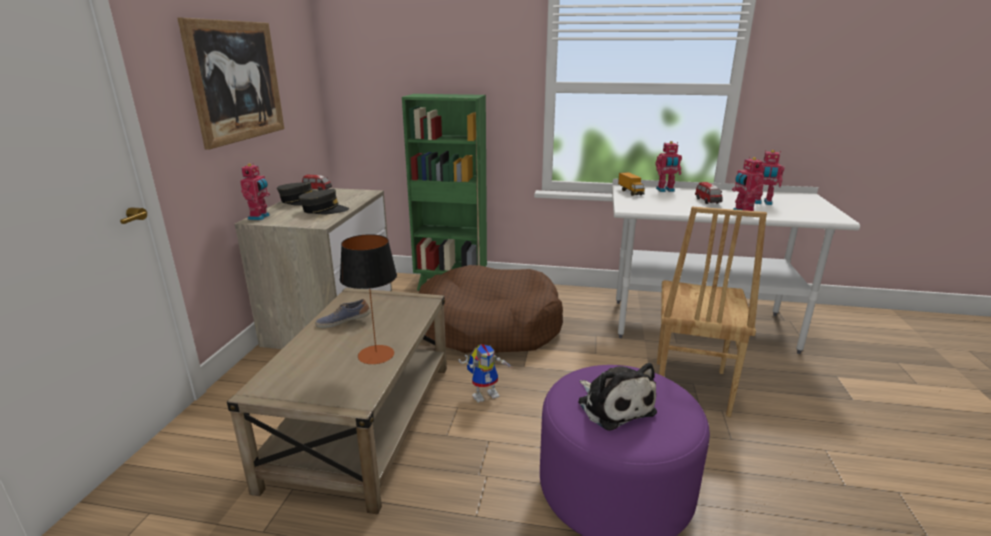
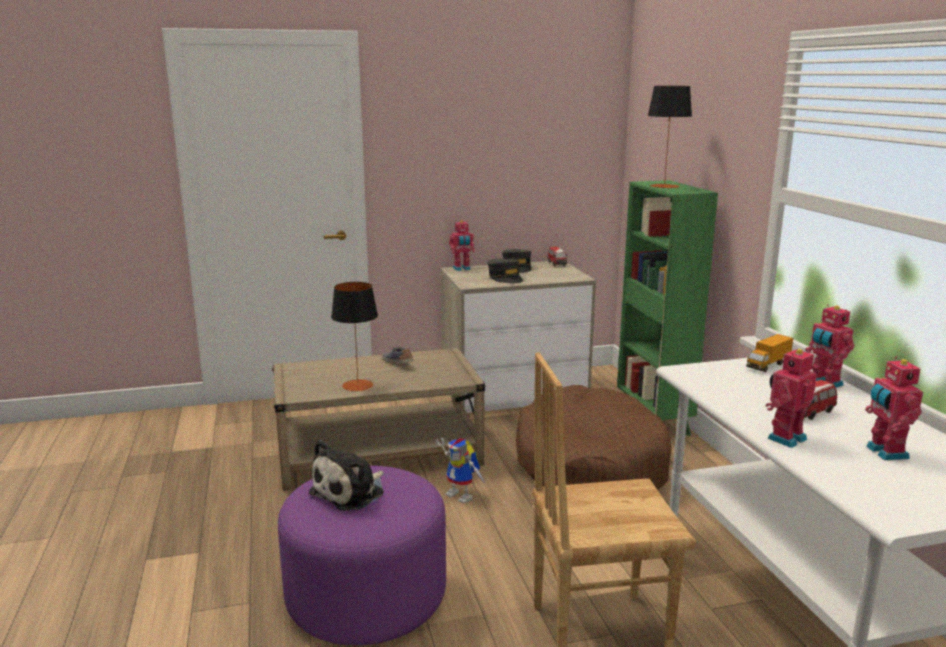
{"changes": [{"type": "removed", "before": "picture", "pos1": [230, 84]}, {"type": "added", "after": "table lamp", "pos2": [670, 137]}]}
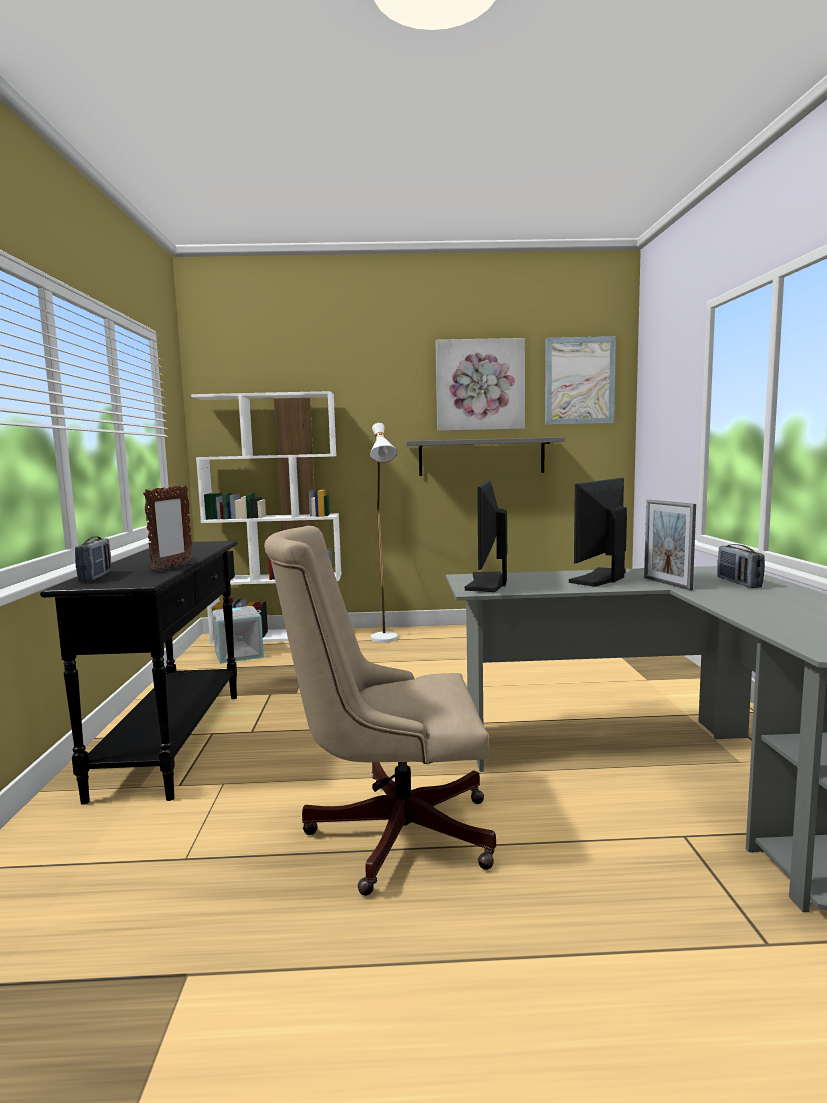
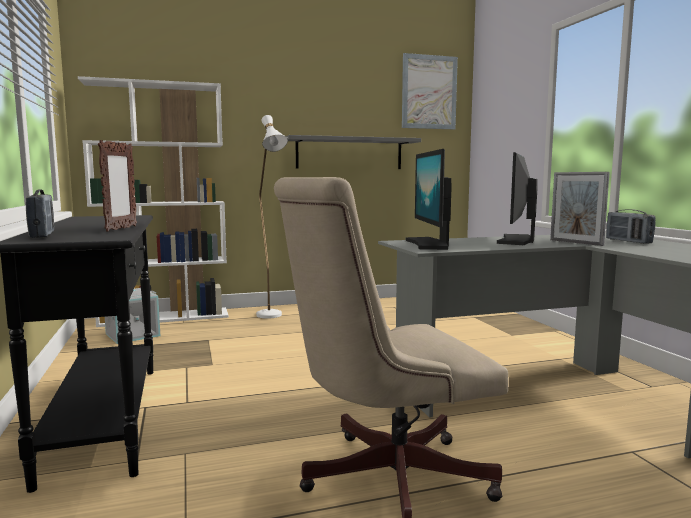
{"changes": [{"type": "removed", "before": "picture", "pos1": [480, 384]}]}
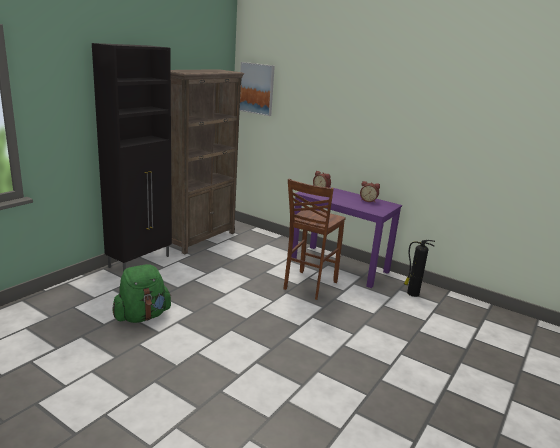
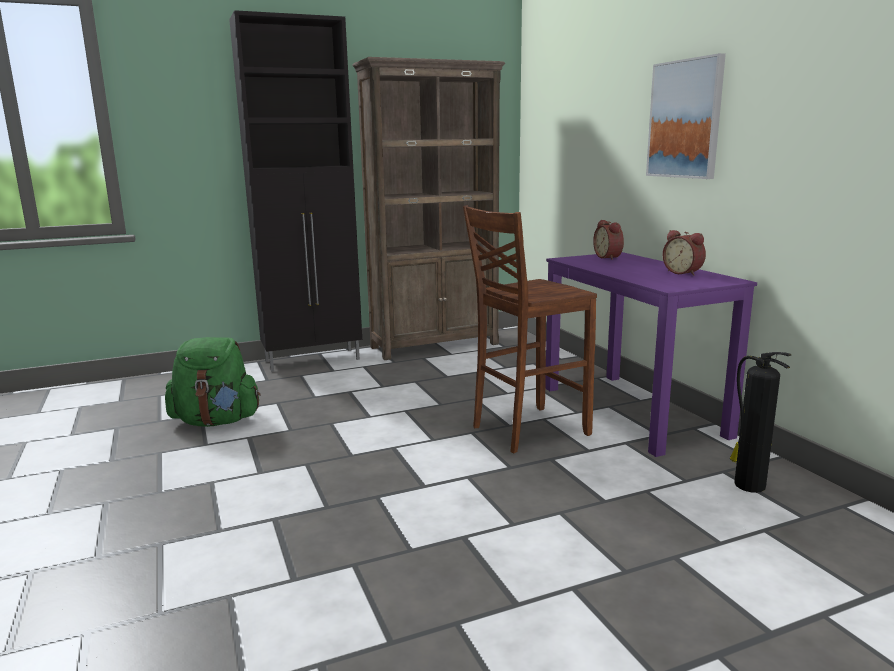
{"changes": [{"type": "moved", "before": "picture", "pos1": [257, 89], "pos2": [686, 116]}]}
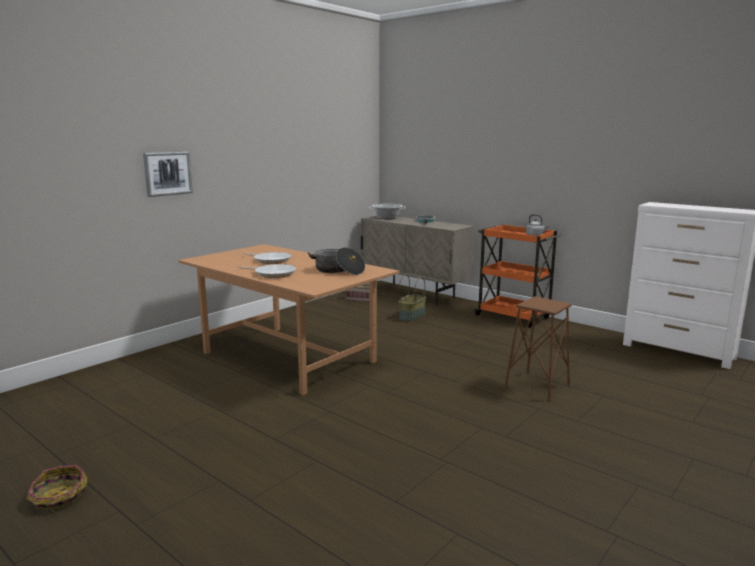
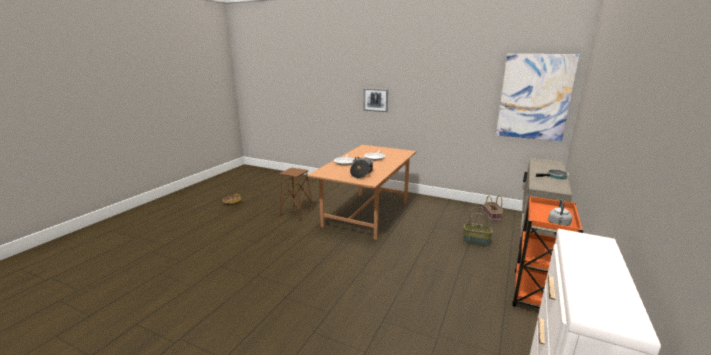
{"changes": [{"type": "removed", "before": "cooking pot", "pos1": [387, 211]}, {"type": "moved", "before": "brown stool", "pos1": [538, 348], "pos2": [296, 193]}, {"type": "added", "after": "picture", "pos2": [538, 97]}]}
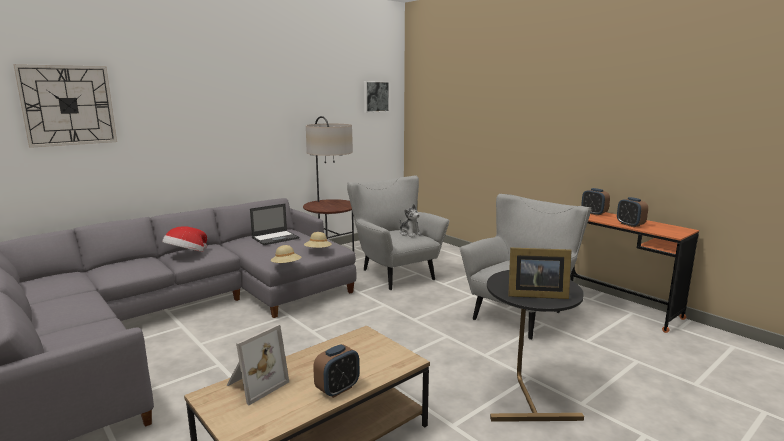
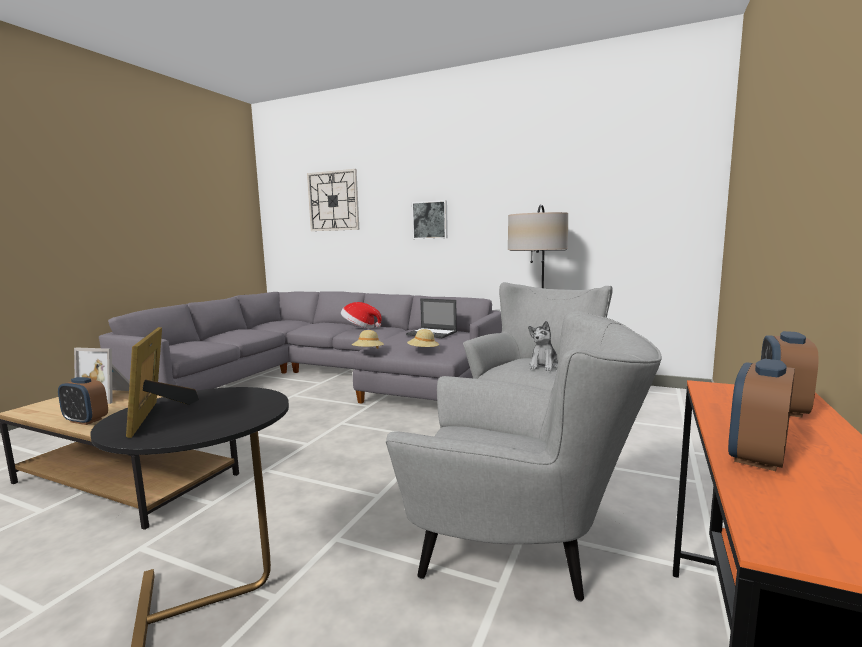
{"changes": [{"type": "moved", "before": "picture", "pos1": [377, 97], "pos2": [430, 219]}]}
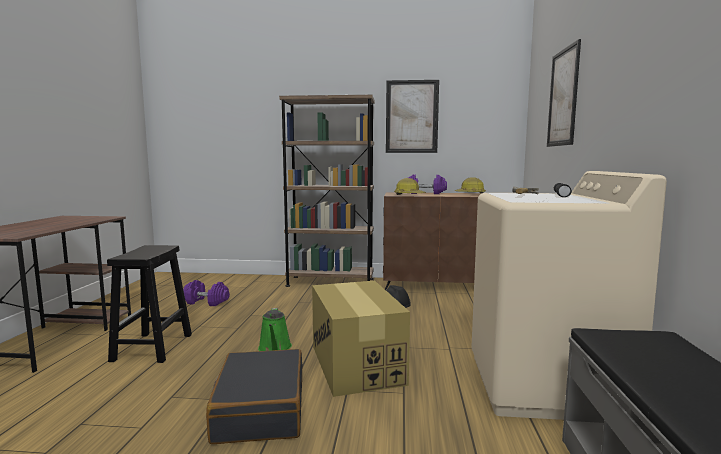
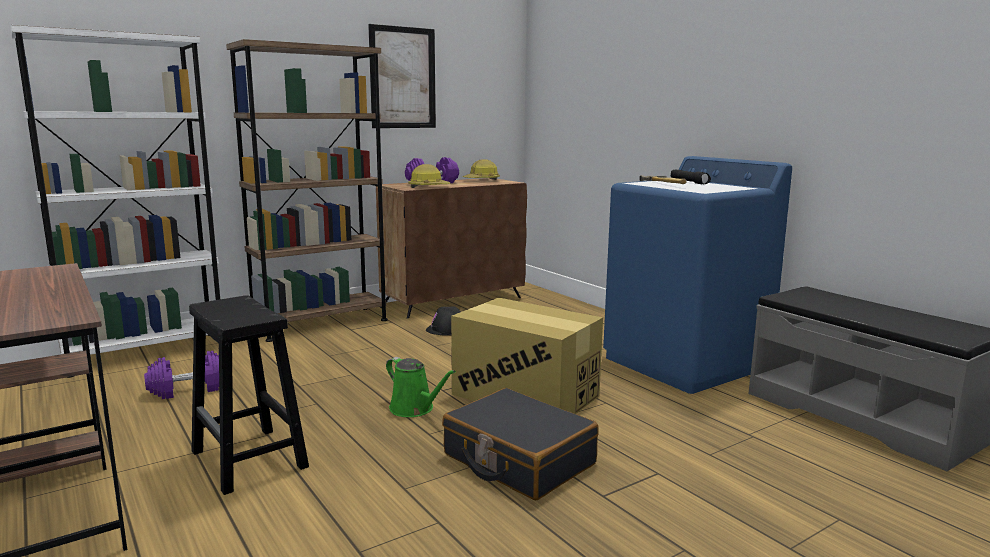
{"changes": [{"type": "recoloured", "before": "beige washing machine", "after": "blue washing machine", "pos1": [569, 295], "pos2": [697, 275]}, {"type": "removed", "before": "picture", "pos1": [564, 93]}, {"type": "added", "after": "white bookcase", "pos2": [115, 201]}]}
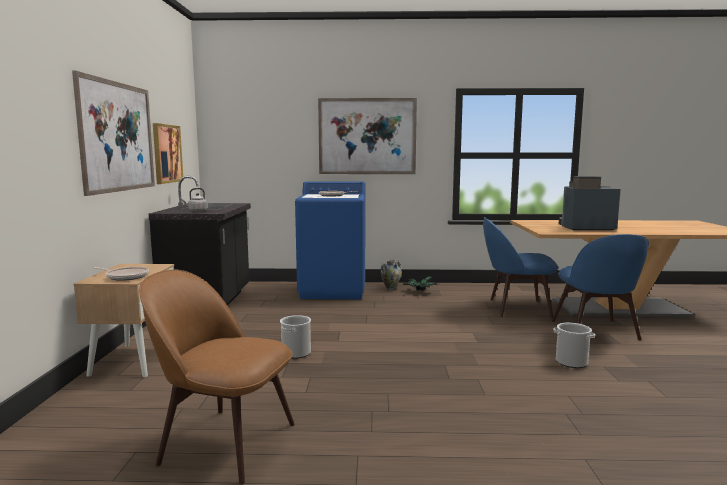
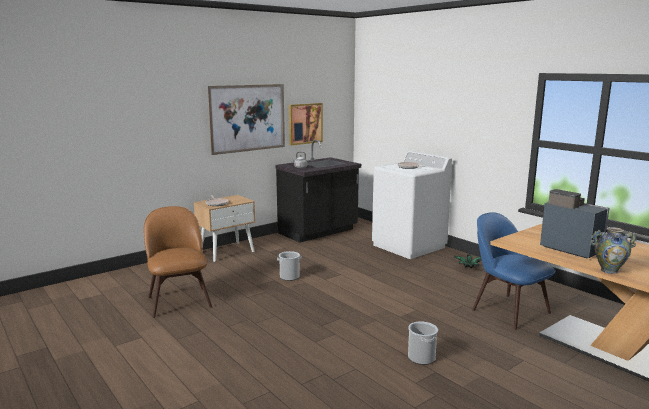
{"changes": [{"type": "recoloured", "before": "blue washing machine", "after": "white washing machine", "pos1": [330, 240], "pos2": [412, 205]}, {"type": "removed", "before": "picture", "pos1": [367, 136]}, {"type": "moved", "before": "vase", "pos1": [391, 275], "pos2": [614, 250]}, {"type": "removed", "before": "blue chair", "pos1": [600, 287]}]}
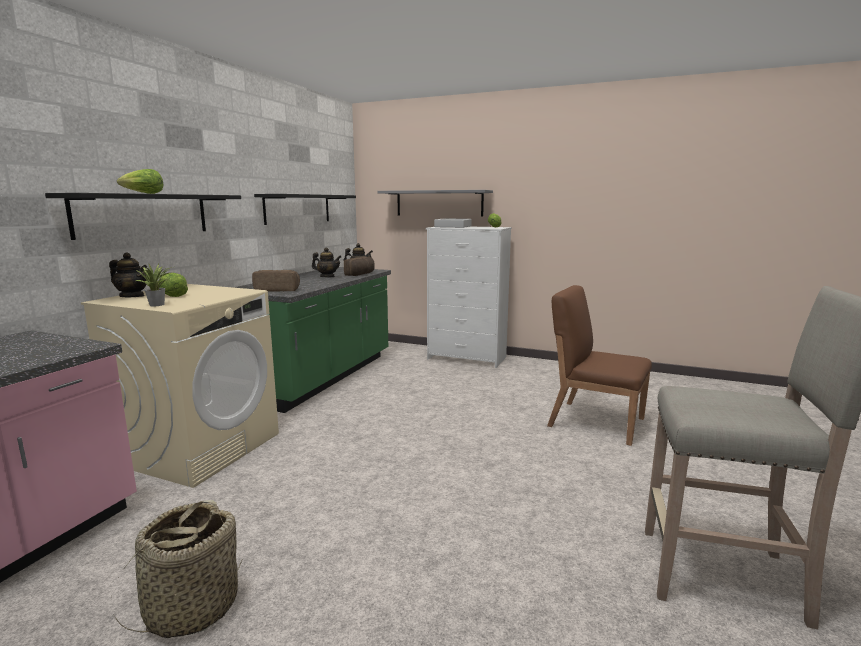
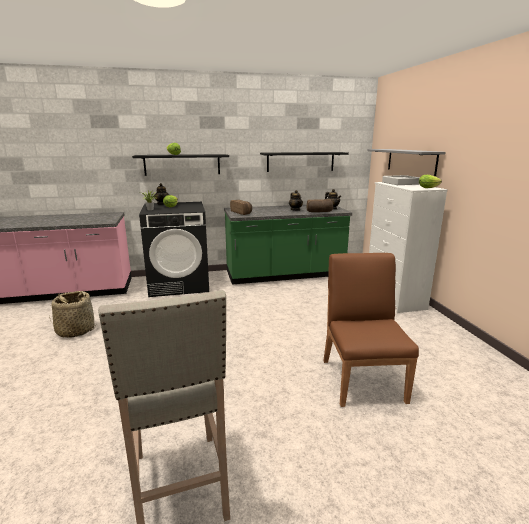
{"changes": [{"type": "recoloured", "before": "beige washing machine", "after": "black washing machine", "pos1": [180, 386], "pos2": [174, 249]}]}
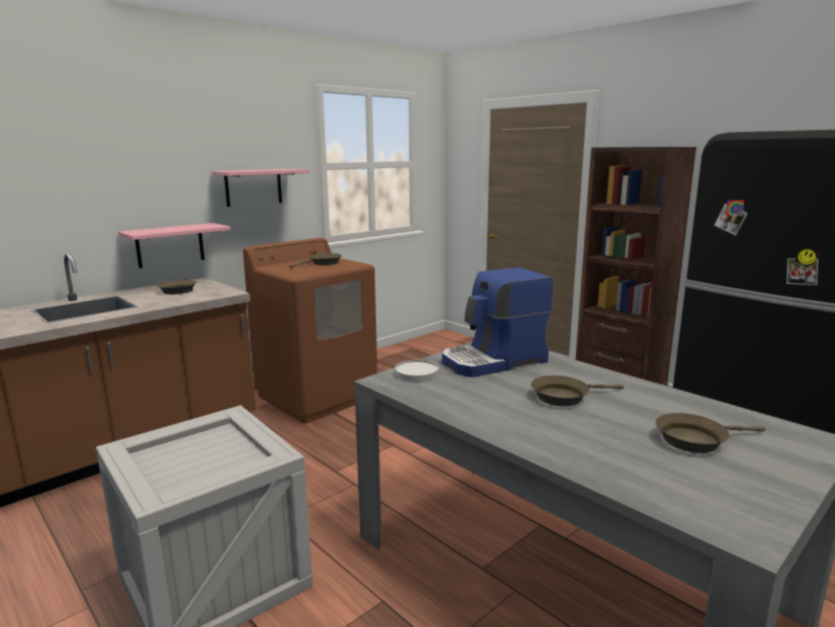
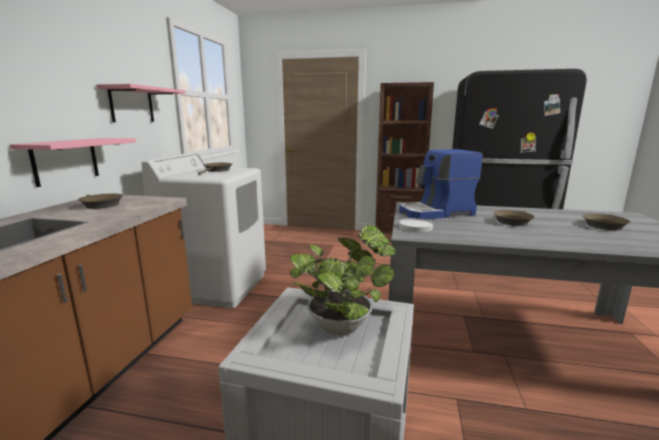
{"changes": [{"type": "recoloured", "before": "brown washing machine", "after": "white washing machine", "pos1": [310, 331], "pos2": [203, 230]}, {"type": "turned", "before": "coffee machine", "pos1": [497, 322], "pos2": [441, 184], "turn": 45}, {"type": "added", "after": "potted plant", "pos2": [343, 280]}]}
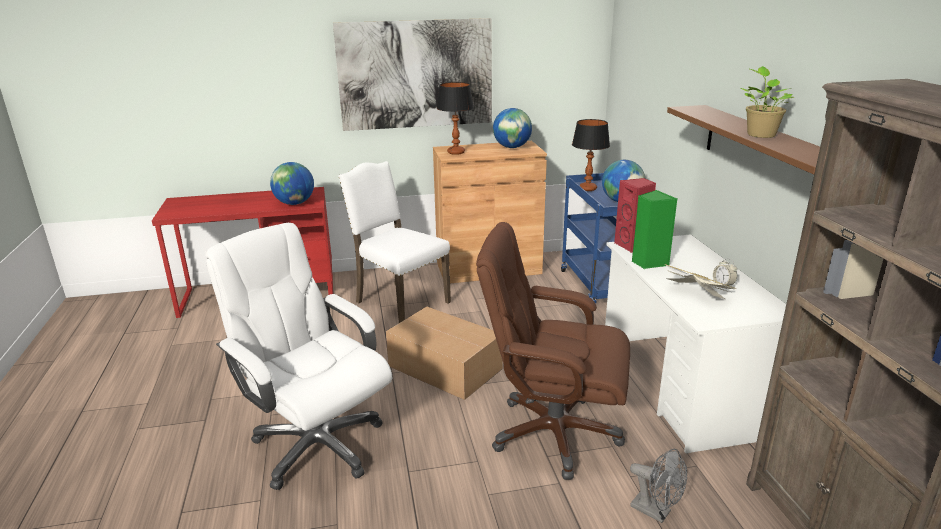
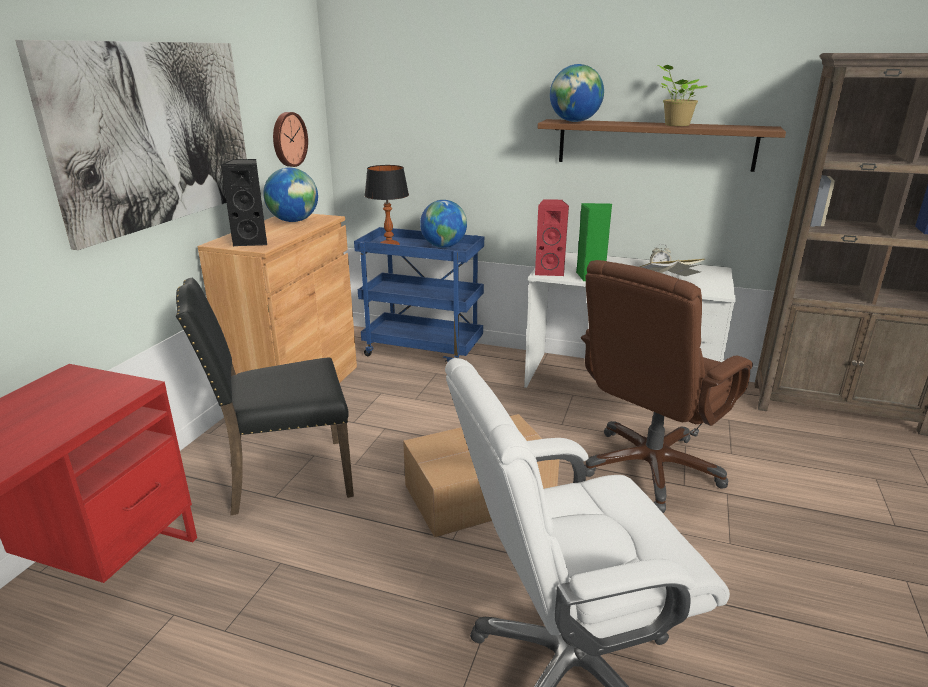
{"changes": [{"type": "moved", "before": "globe", "pos1": [292, 183], "pos2": [577, 93]}, {"type": "recoloured", "before": "white chair", "after": "black chair", "pos1": [394, 242], "pos2": [265, 396]}, {"type": "replaced", "before": "table lamp", "after": "black speaker", "pos1": [455, 118], "pos2": [243, 202]}, {"type": "removed", "before": "grey fan", "pos1": [658, 486]}, {"type": "added", "after": "wall clock", "pos2": [290, 139]}]}
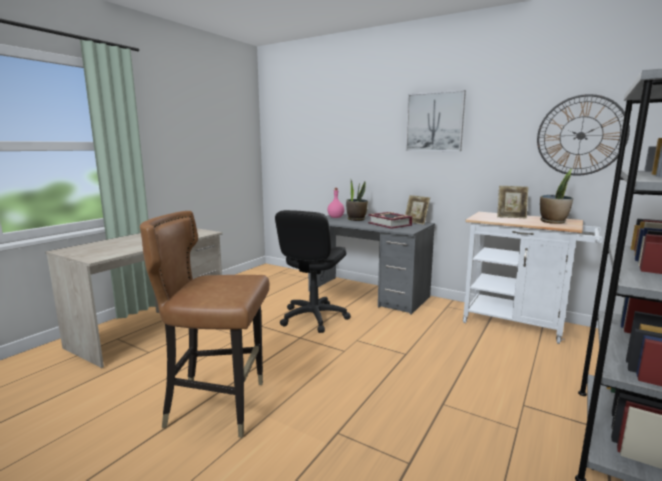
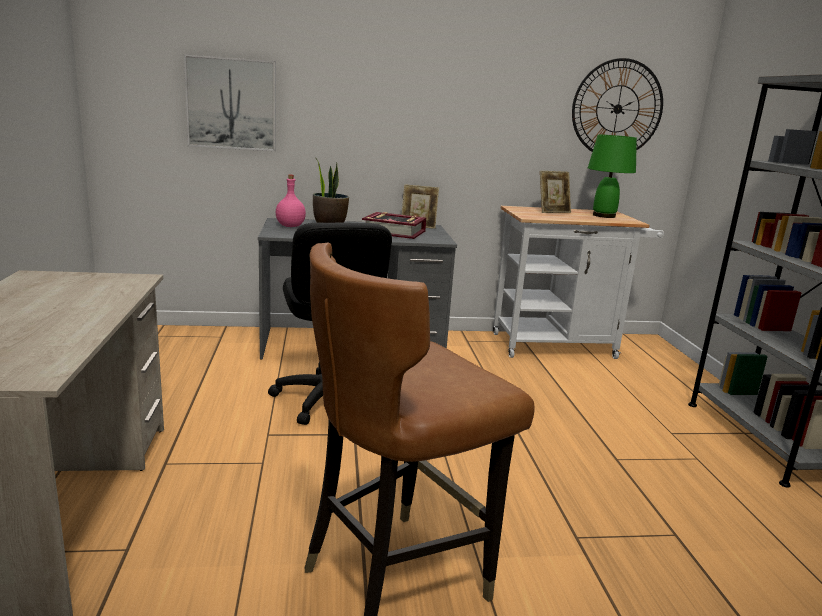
{"changes": [{"type": "moved", "before": "picture", "pos1": [436, 120], "pos2": [230, 102]}, {"type": "replaced", "before": "potted plant", "after": "green table lamp", "pos1": [556, 196], "pos2": [612, 176]}]}
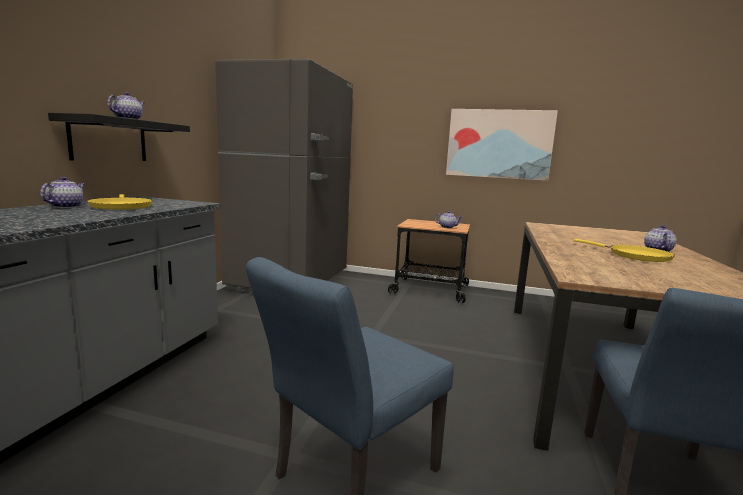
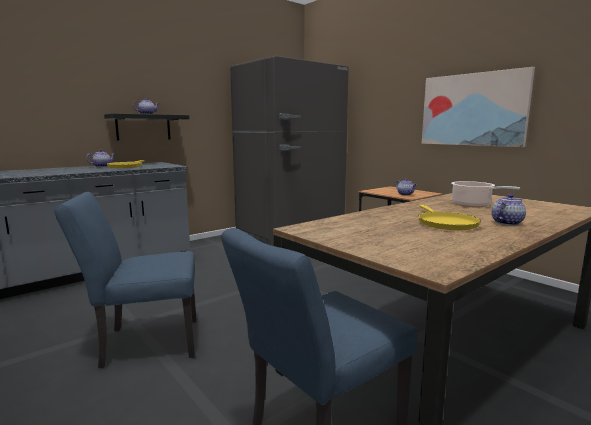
{"changes": [{"type": "added", "after": "cooking pot", "pos2": [485, 194]}]}
